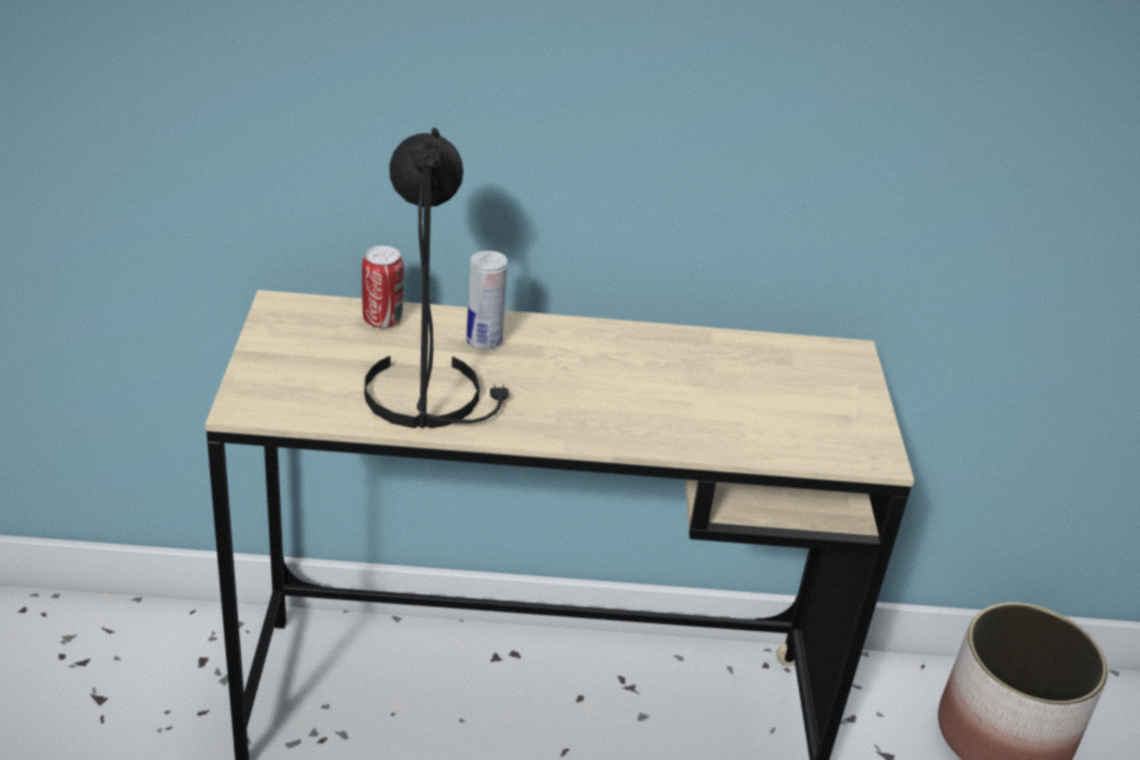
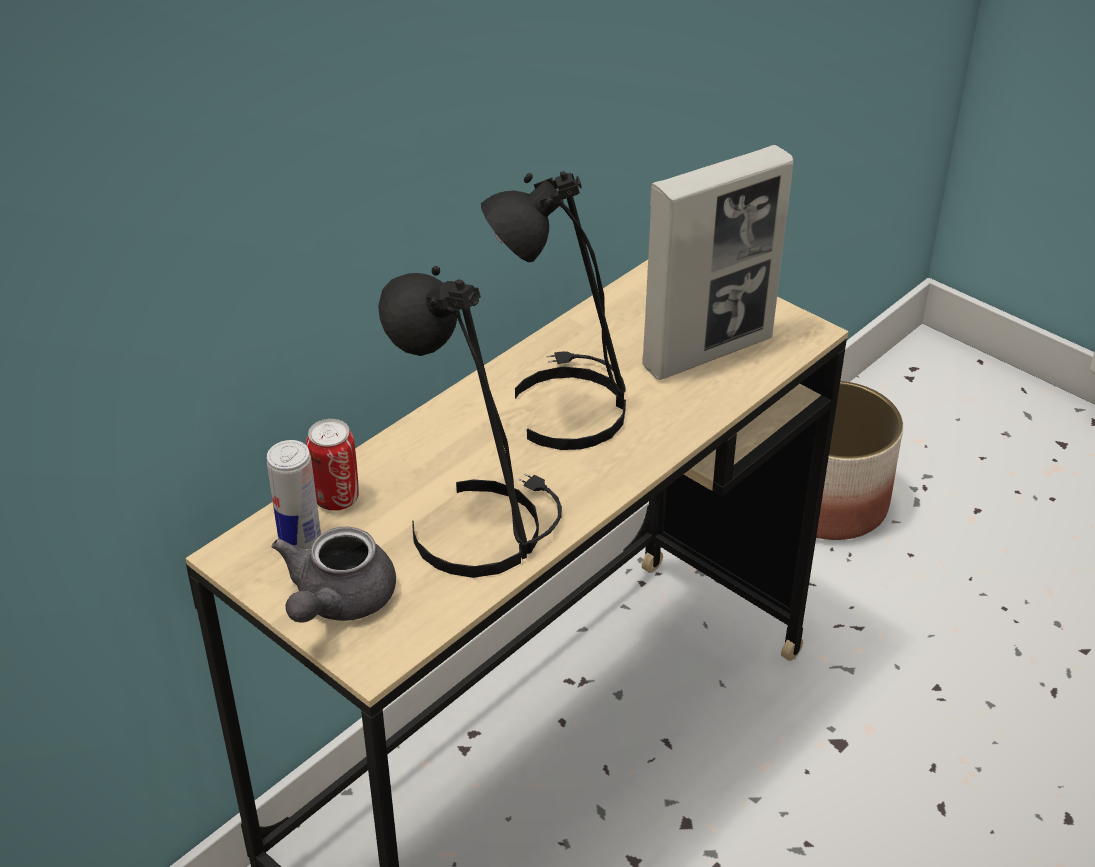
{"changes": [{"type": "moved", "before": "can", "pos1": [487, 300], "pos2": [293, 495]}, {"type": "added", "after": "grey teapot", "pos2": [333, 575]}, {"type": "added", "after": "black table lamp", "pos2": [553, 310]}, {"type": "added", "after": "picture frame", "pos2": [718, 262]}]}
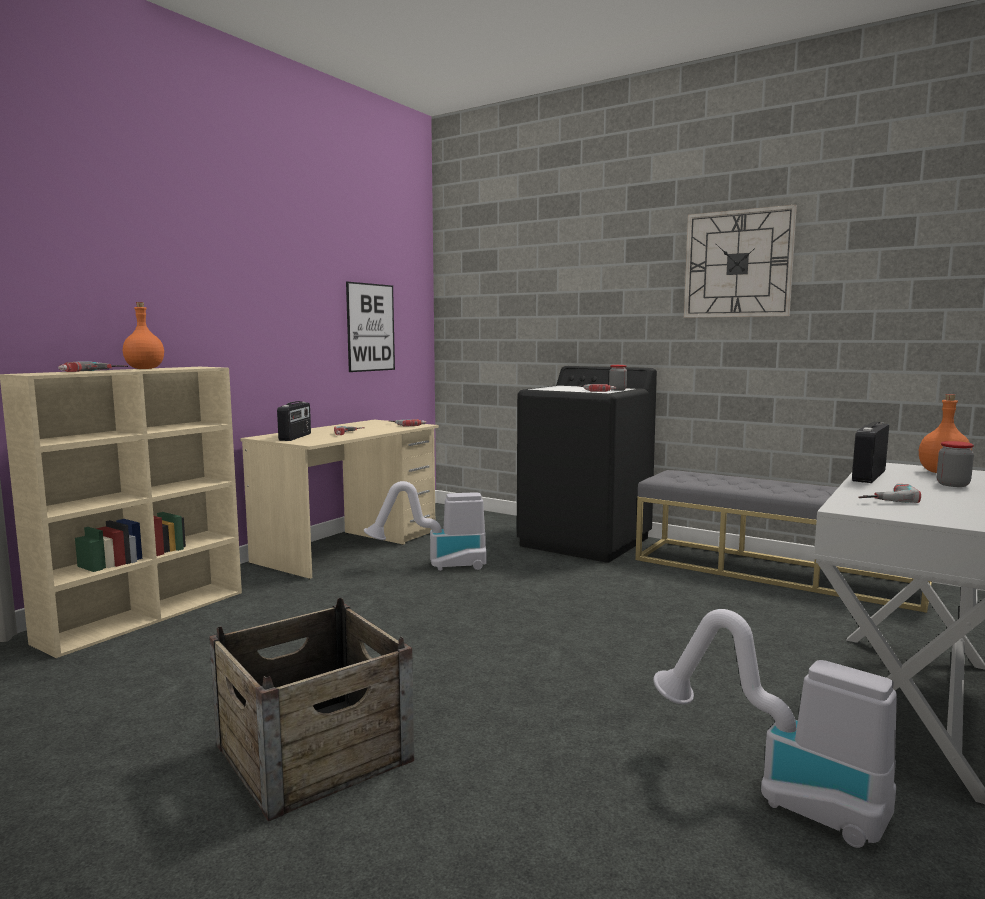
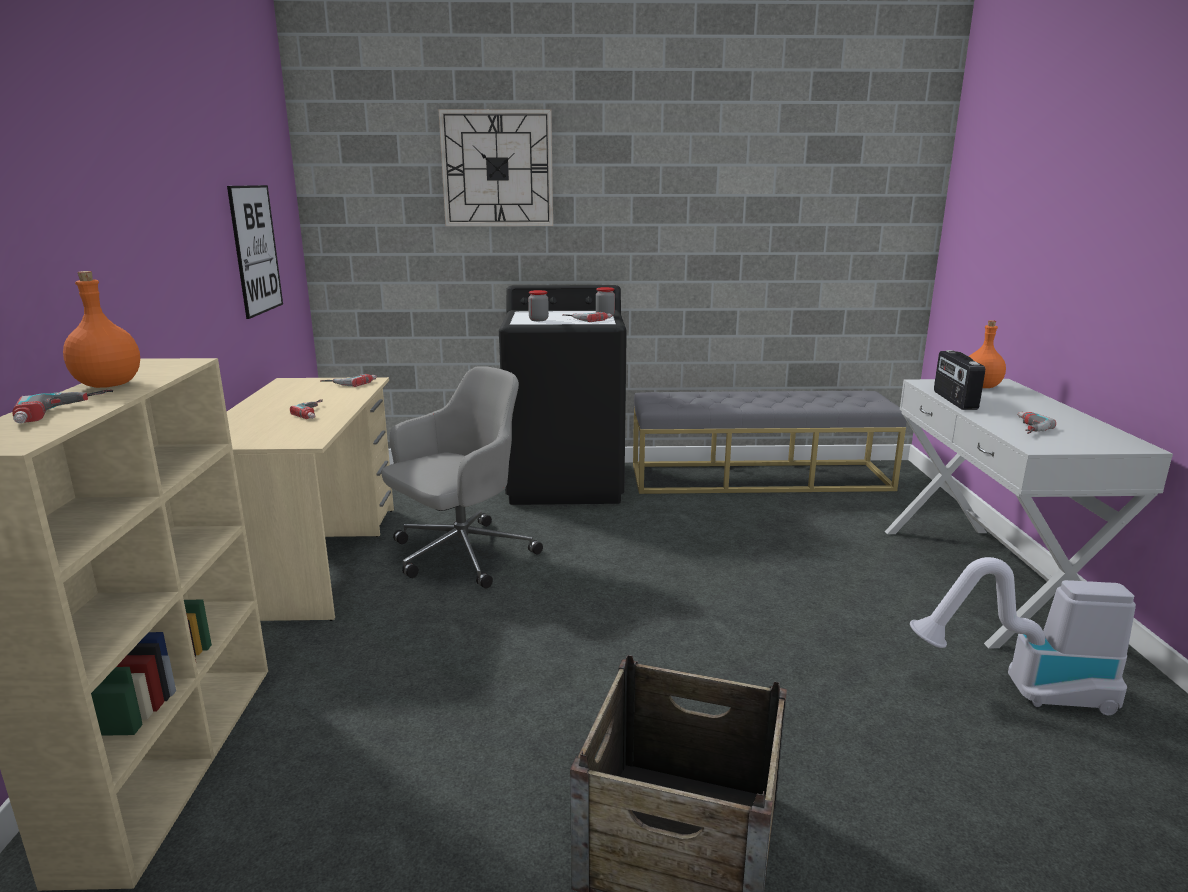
{"changes": [{"type": "removed", "before": "radio", "pos1": [294, 421]}, {"type": "replaced", "before": "vacuum cleaner", "after": "grey office chair", "pos1": [425, 526], "pos2": [462, 477]}, {"type": "moved", "before": "wall clock", "pos1": [740, 261], "pos2": [495, 167]}, {"type": "moved", "before": "jar", "pos1": [955, 464], "pos2": [538, 305]}]}
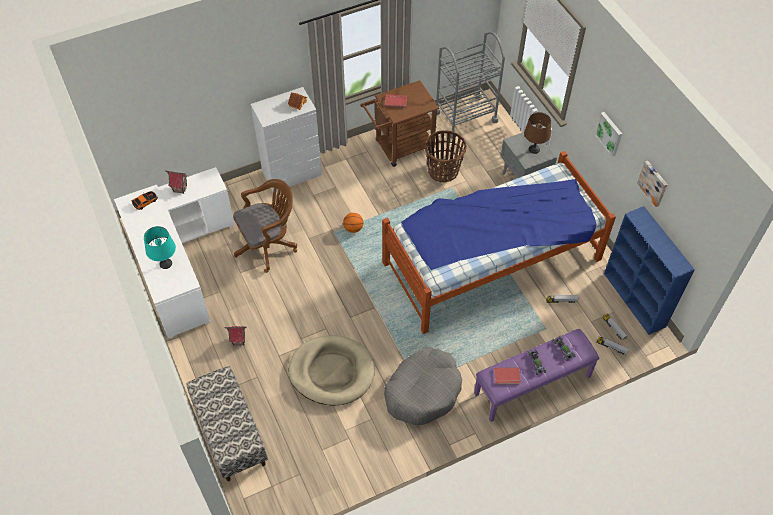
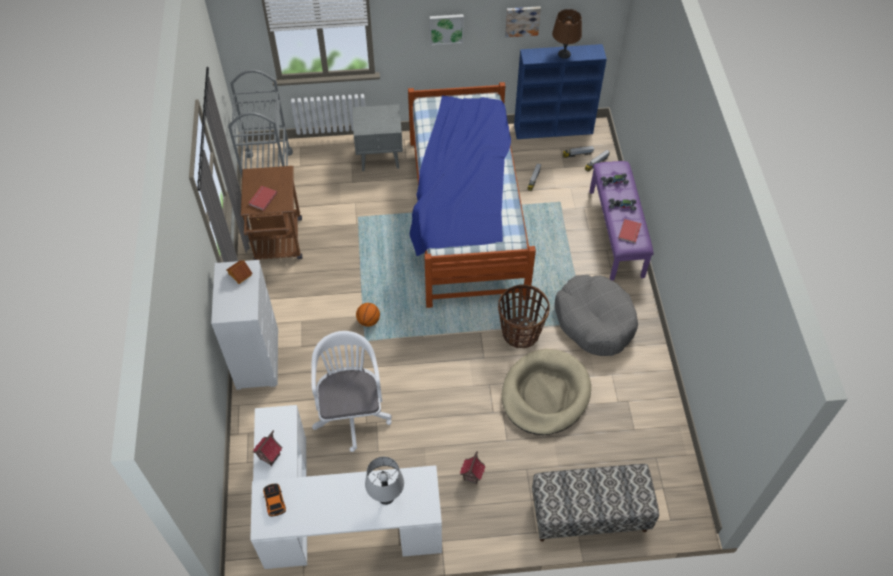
{"changes": [{"type": "recoloured", "before": "turquoise table lamp", "after": "grey table lamp", "pos1": [160, 247], "pos2": [384, 481]}, {"type": "recoloured", "before": "brown office chair", "after": "white office chair", "pos1": [265, 226], "pos2": [351, 391]}, {"type": "moved", "before": "basket", "pos1": [446, 156], "pos2": [524, 316]}, {"type": "moved", "before": "brown table lamp", "pos1": [537, 133], "pos2": [567, 34]}]}
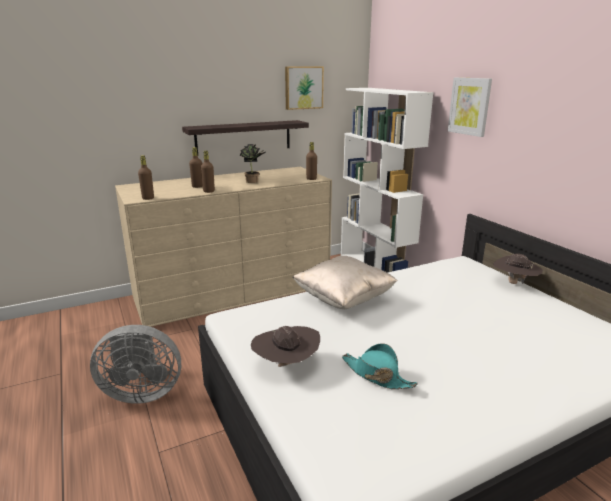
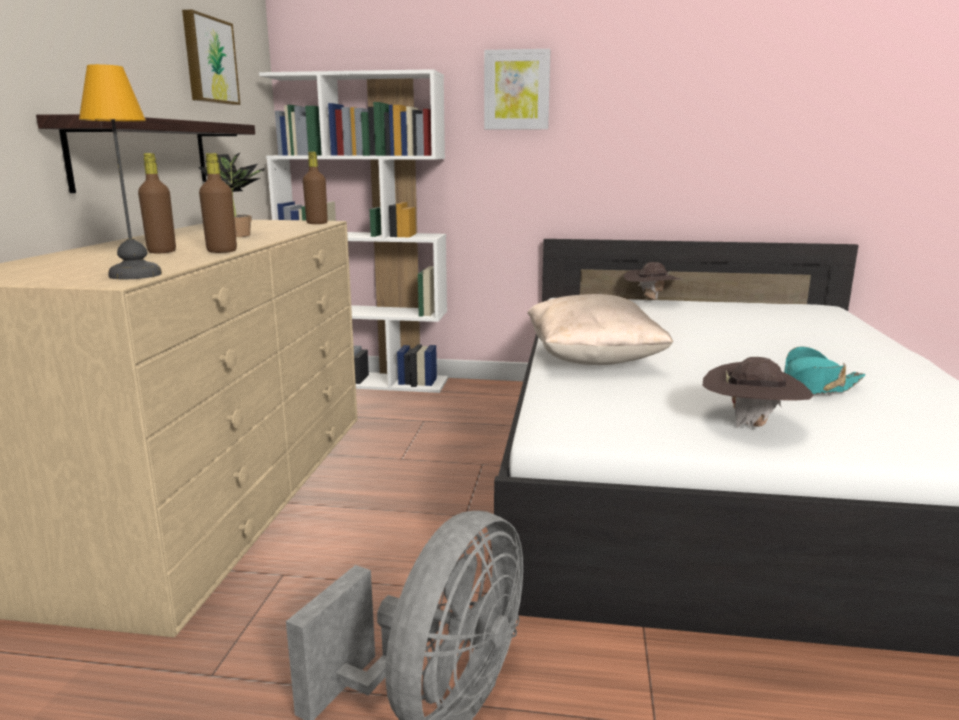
{"changes": [{"type": "replaced", "before": "brown bottle", "after": "table lamp", "pos1": [146, 177], "pos2": [120, 171]}]}
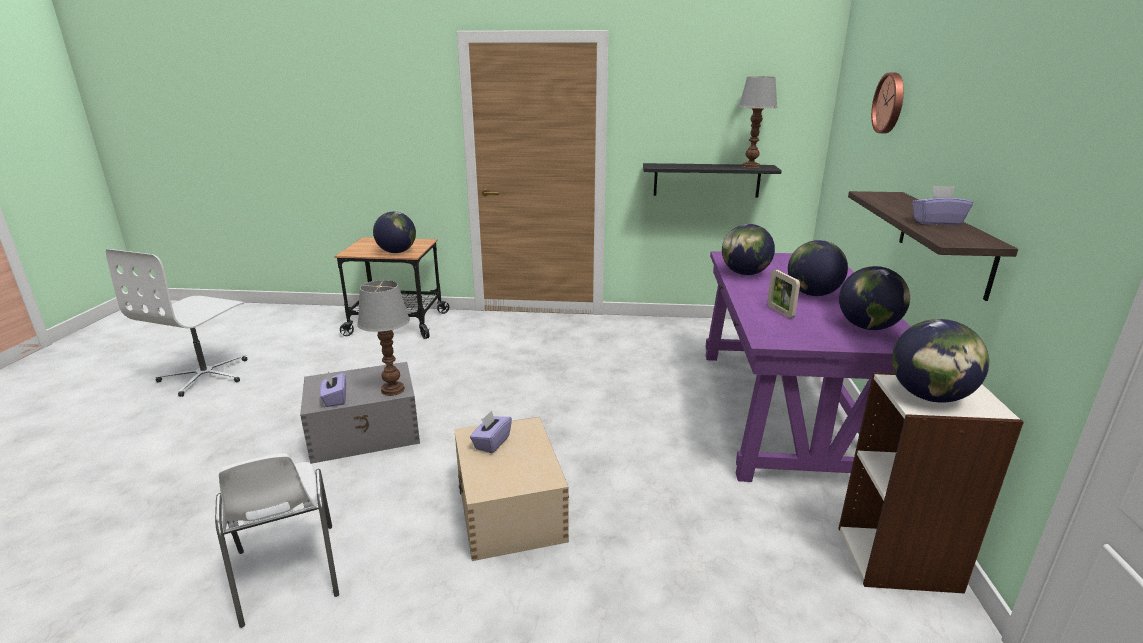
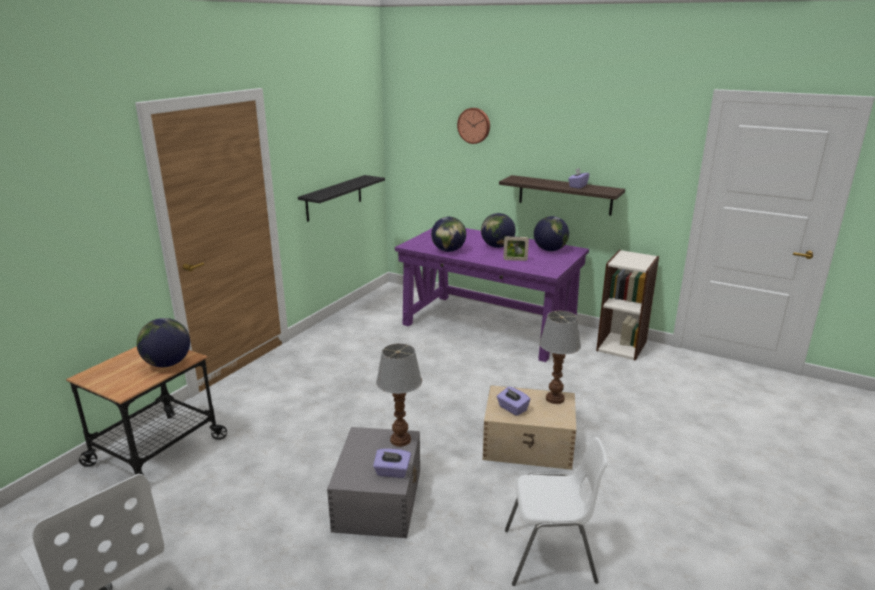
{"changes": [{"type": "moved", "before": "table lamp", "pos1": [758, 122], "pos2": [560, 357]}, {"type": "removed", "before": "globe", "pos1": [940, 361]}]}
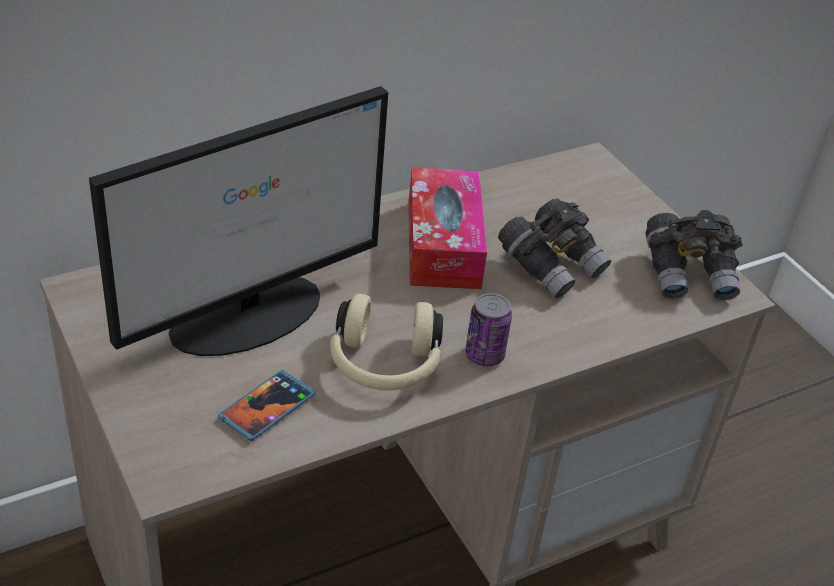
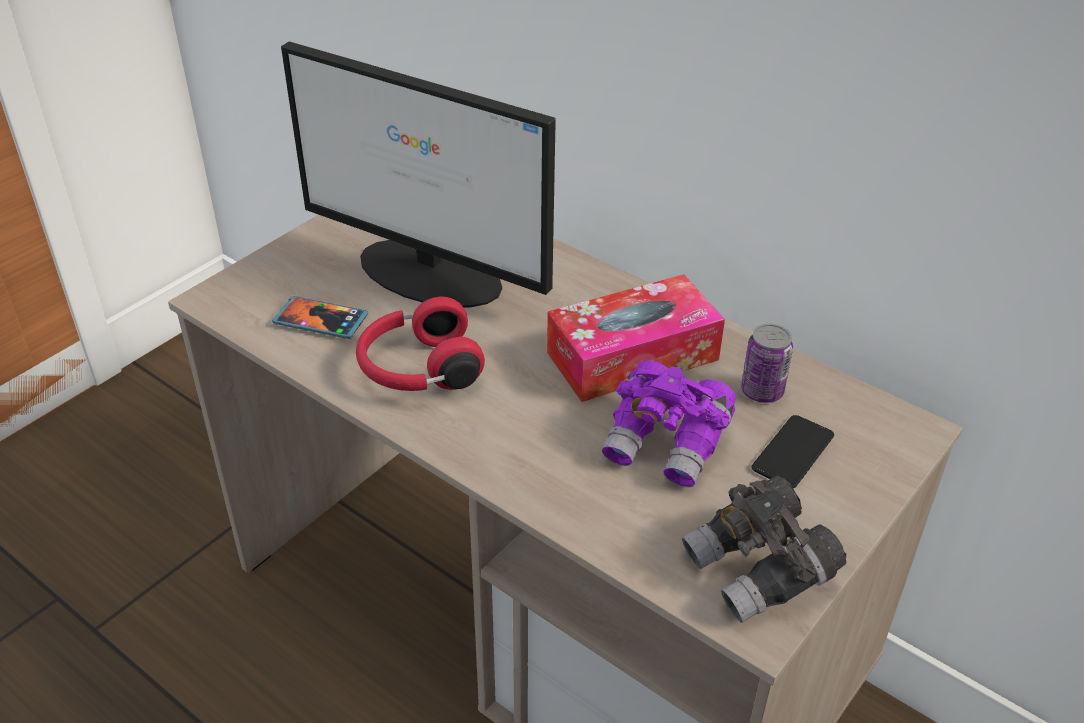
{"changes": [{"type": "recoloured", "before": "beige headphones", "after": "red headphones", "pos1": [386, 342], "pos2": [420, 343]}, {"type": "moved", "before": "can", "pos1": [488, 329], "pos2": [767, 363]}, {"type": "recoloured", "before": "grey binoculars", "after": "purple binoculars", "pos1": [554, 248], "pos2": [669, 423]}, {"type": "added", "after": "phone", "pos2": [793, 451]}]}
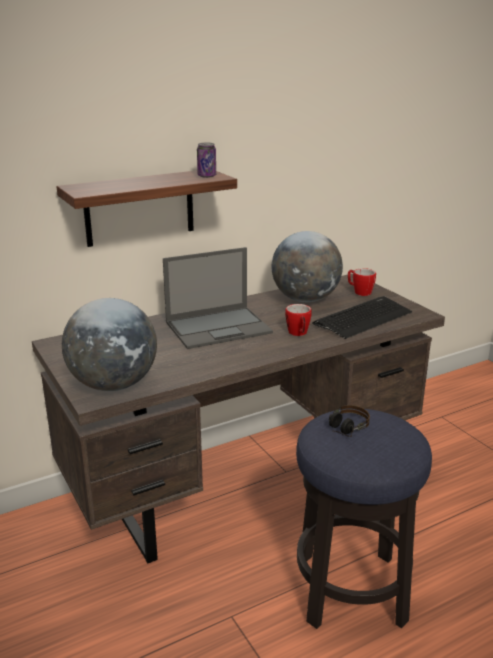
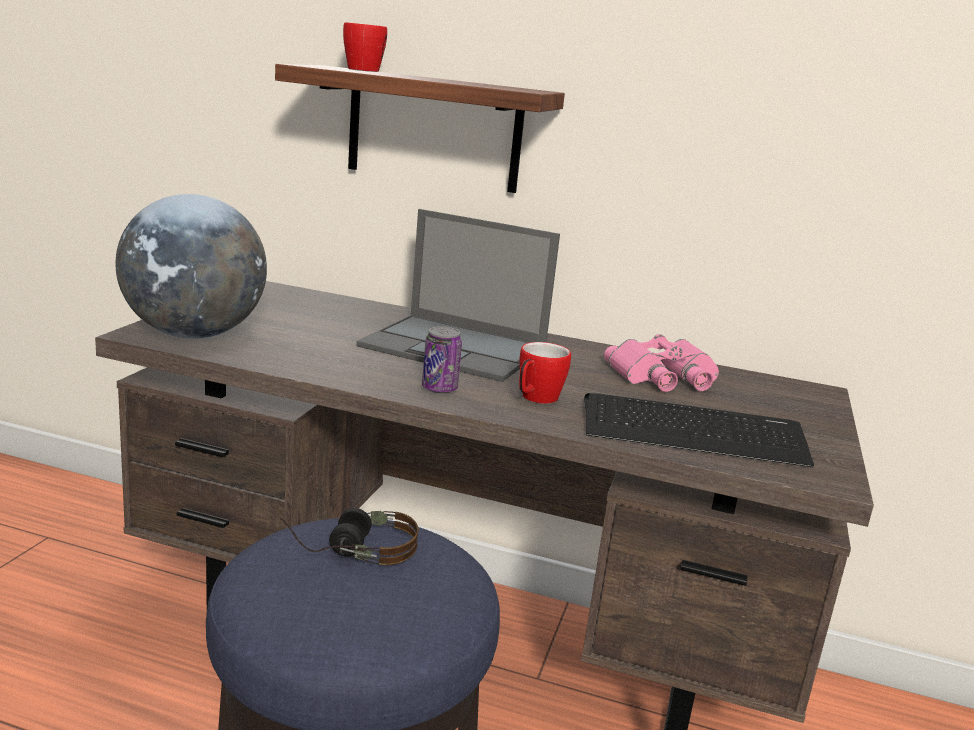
{"changes": [{"type": "moved", "before": "can", "pos1": [206, 160], "pos2": [442, 360]}, {"type": "replaced", "before": "globe", "after": "pink binoculars", "pos1": [307, 266], "pos2": [661, 363]}, {"type": "moved", "before": "mug", "pos1": [362, 282], "pos2": [365, 47]}]}
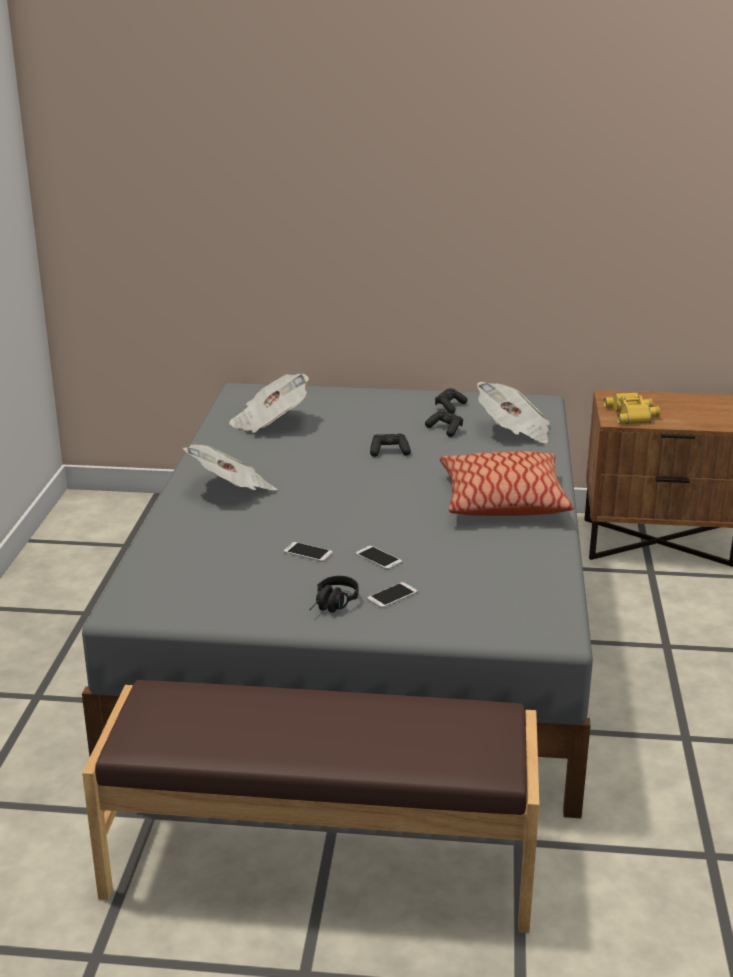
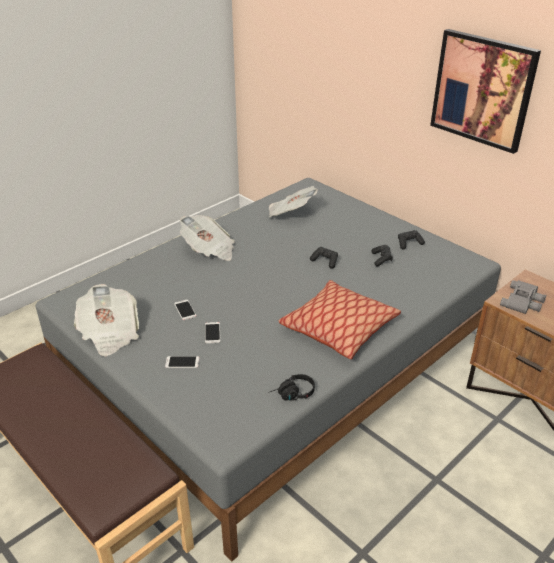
{"changes": [{"type": "moved", "before": "black headphones", "pos1": [334, 594], "pos2": [291, 387]}, {"type": "moved", "before": "newspaper", "pos1": [513, 412], "pos2": [106, 320]}, {"type": "recoloured", "before": "yellow binoculars", "after": "grey binoculars", "pos1": [632, 408], "pos2": [523, 297]}, {"type": "added", "after": "picture", "pos2": [485, 91]}]}
